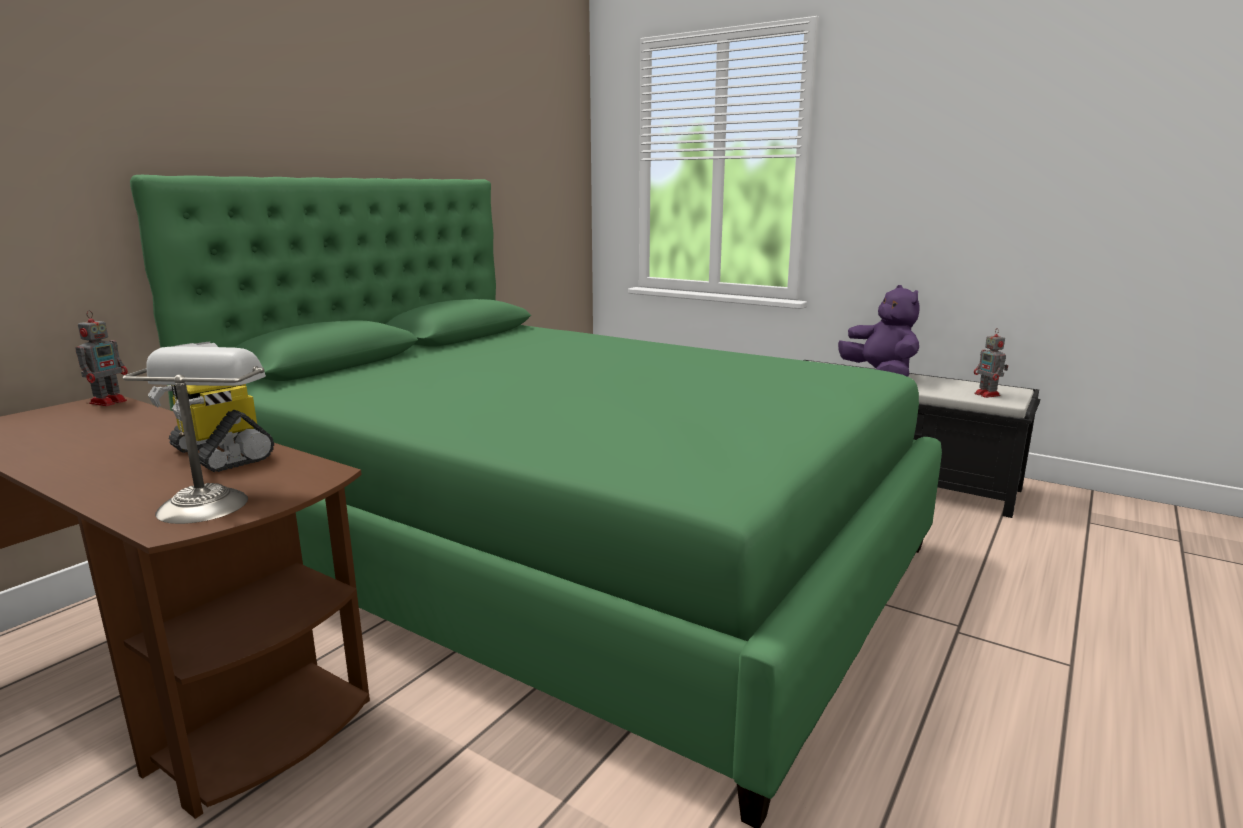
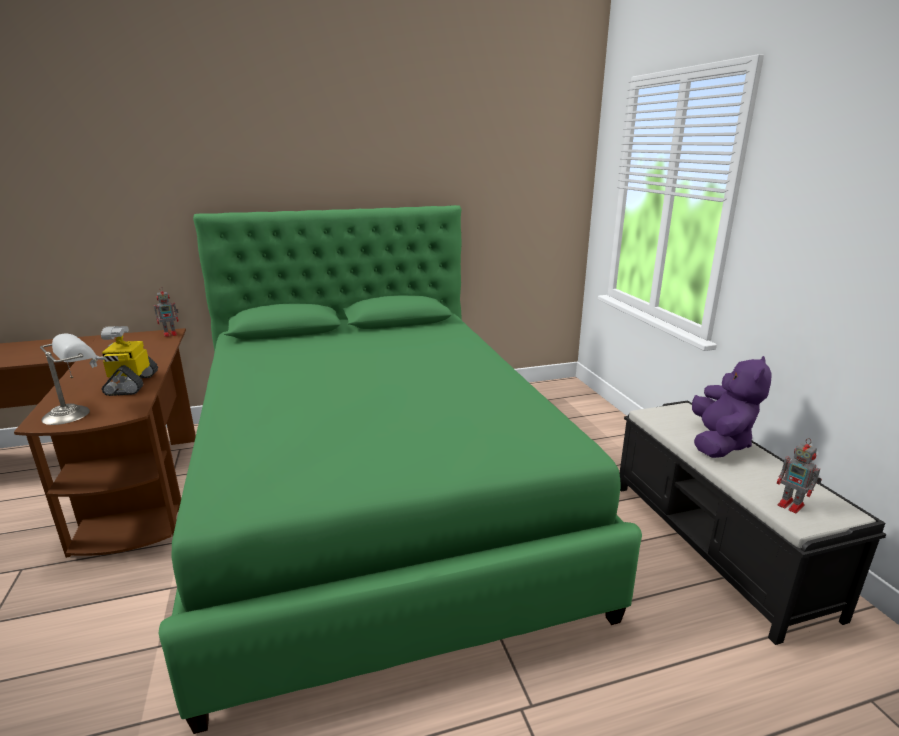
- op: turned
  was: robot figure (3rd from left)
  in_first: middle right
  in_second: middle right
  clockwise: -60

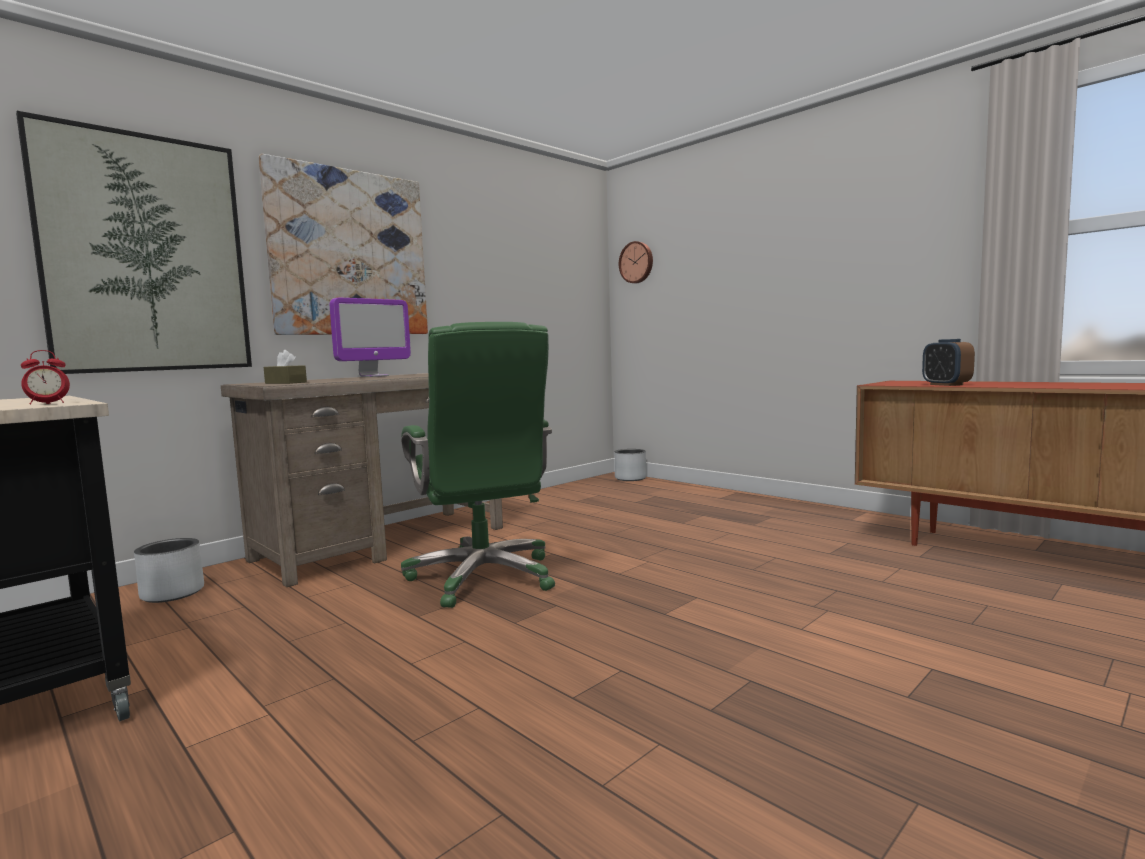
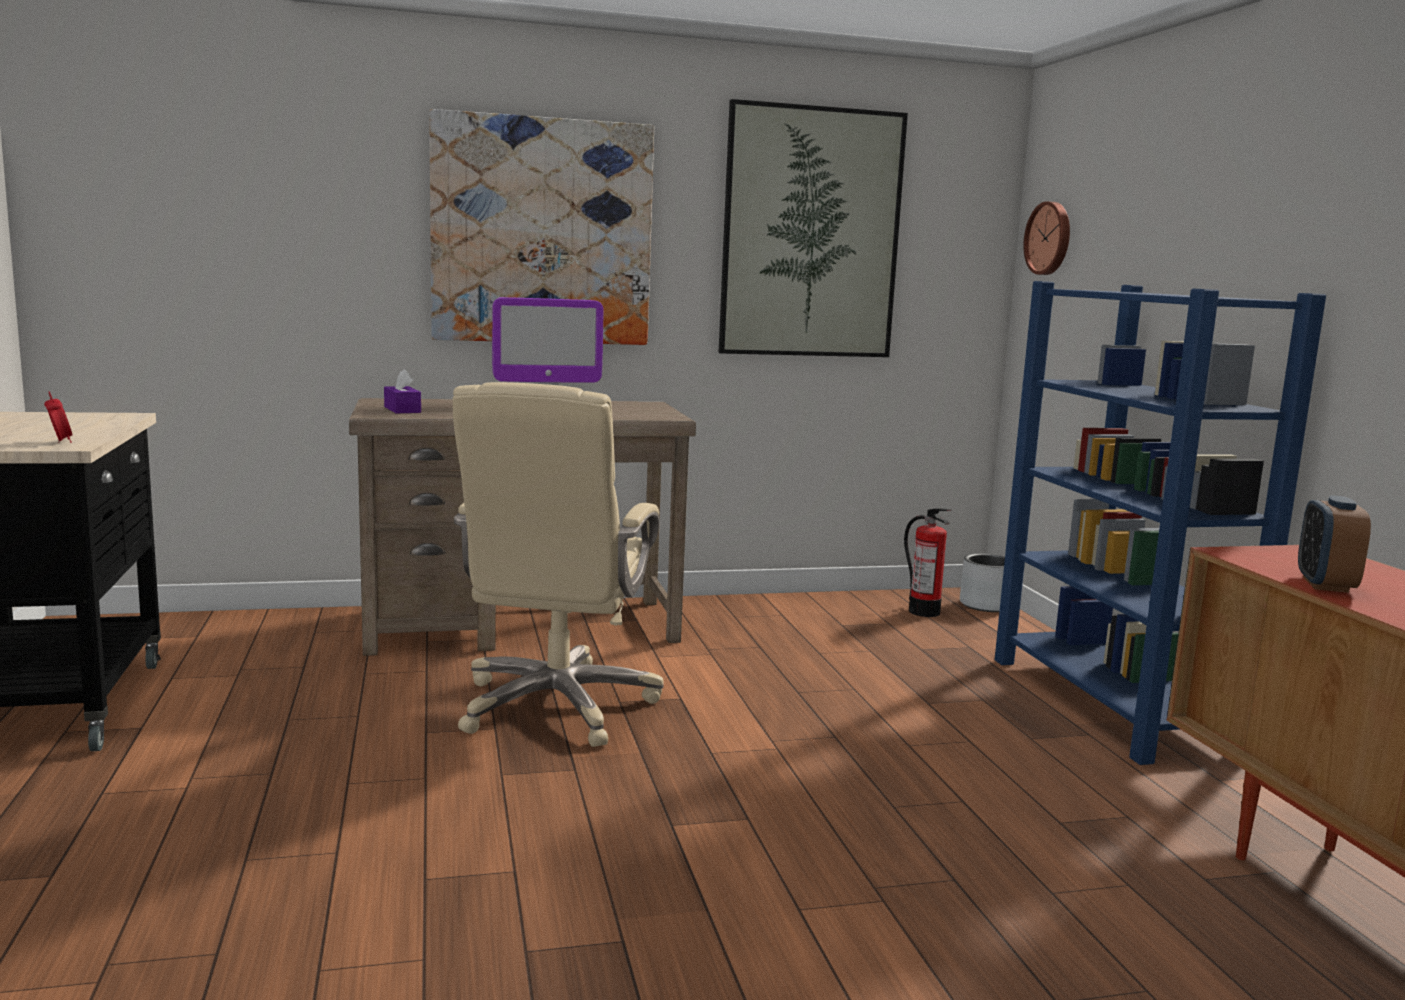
- op: removed
  was: plant pot (grey) (1st from left)
  in_first: middle left
- op: added
  now: fire-fighting cylinder
  in_second: centre
- op: added
  now: bookcase (blue-coloured)
  in_second: middle right
- op: moved
  was: wall picture (1st from left in the first image)
  now: wall picture (2nd from left)
  in_first: top left
  in_second: top centre
- op: recoloured
  was: box of tissues (brownish)
  now: box of tissues (purplish)
  in_first: middle left
  in_second: middle left
- op: recoloured
  was: computer chair (green)
  now: computer chair (sand-coloured)
  in_first: centre
  in_second: centre
- op: turned
  was: table clock (1st from left)
  in_first: middle left
  in_second: middle left
  clockwise: -120

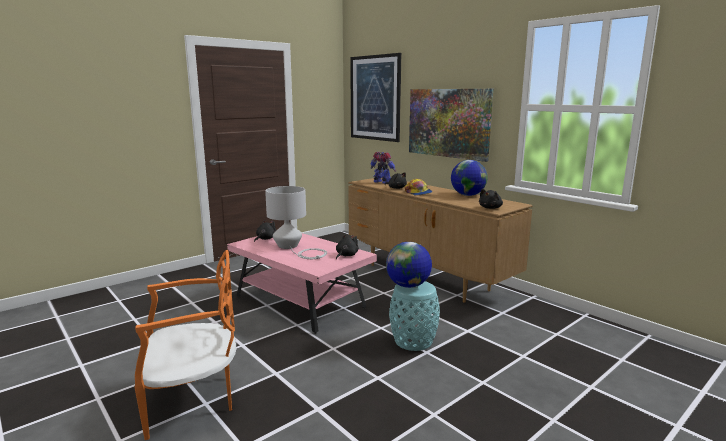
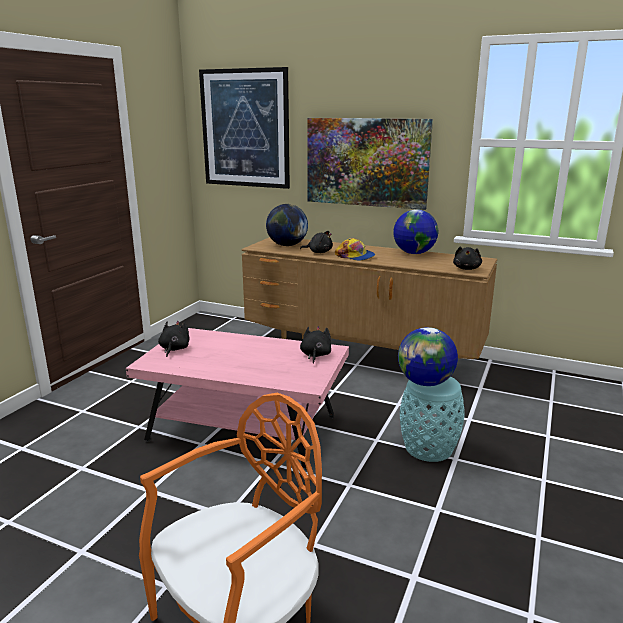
- op: removed
  was: lamp for a table (grey)
  in_first: centre
- op: replaced
  was: robot figure
  now: world globe (1st from left)
  in_first: centre
  in_second: centre

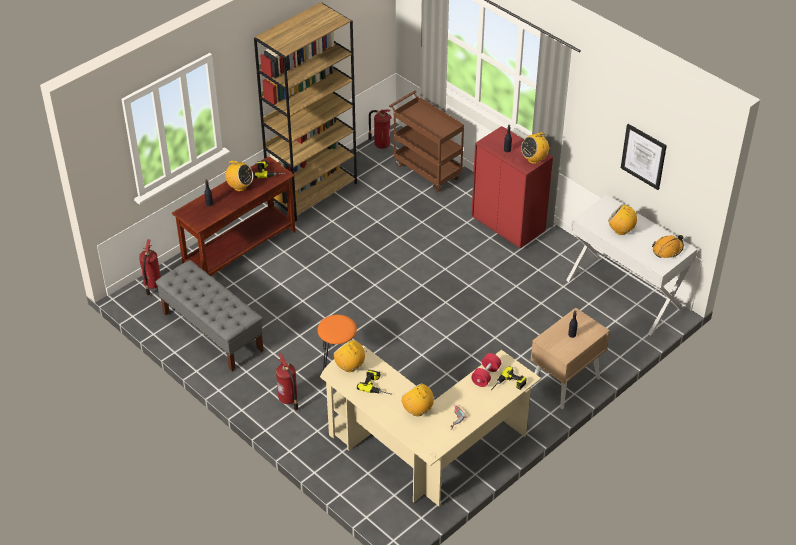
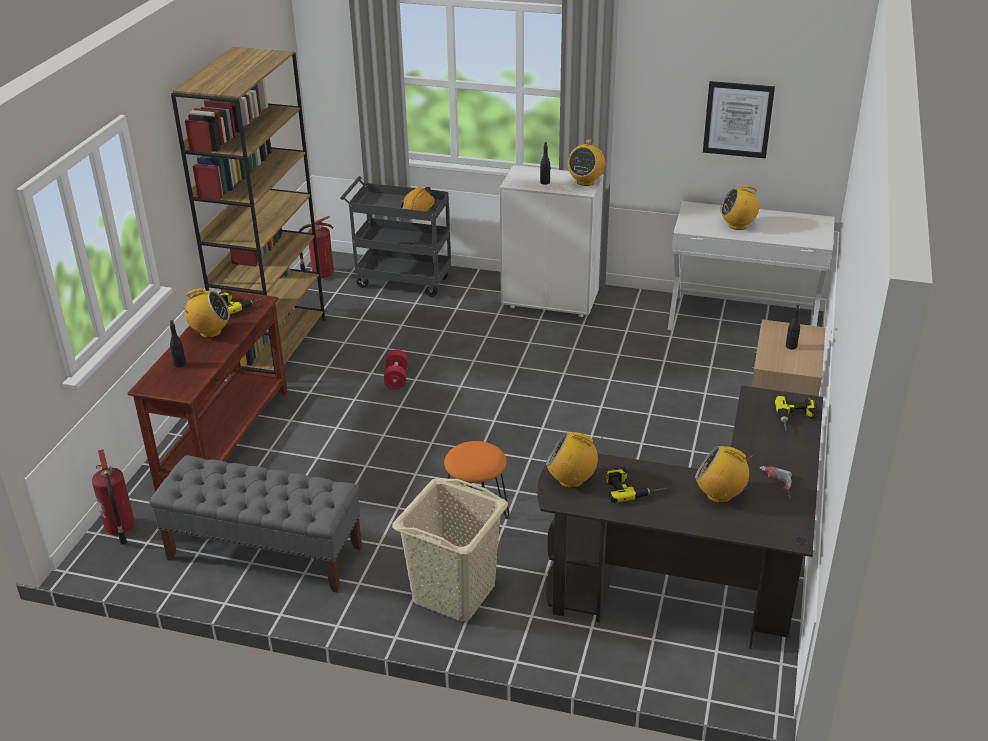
- op: moved
  was: dumbbell (reddish)
  in_first: bottom centre
  in_second: centre
- op: moved
  was: safety helmet (orange-coloured)
  in_first: middle right
  in_second: top centre
- op: replaced
  was: fire-fighting cylinder (2nd from left)
  now: laundry basket (sand-coloured)
  in_first: bottom centre
  in_second: bottom centre
- op: recoloured
  was: desk unit (sand-coloured)
  now: desk unit (black)
  in_first: bottom centre
  in_second: bottom right
- op: recoloured
  was: wheeled cart (brownish)
  now: wheeled cart (grey)
  in_first: top centre
  in_second: top centre
- op: recoloured
  was: cabinet (reddish)
  now: cabinet (white)
  in_first: centre
  in_second: top centre

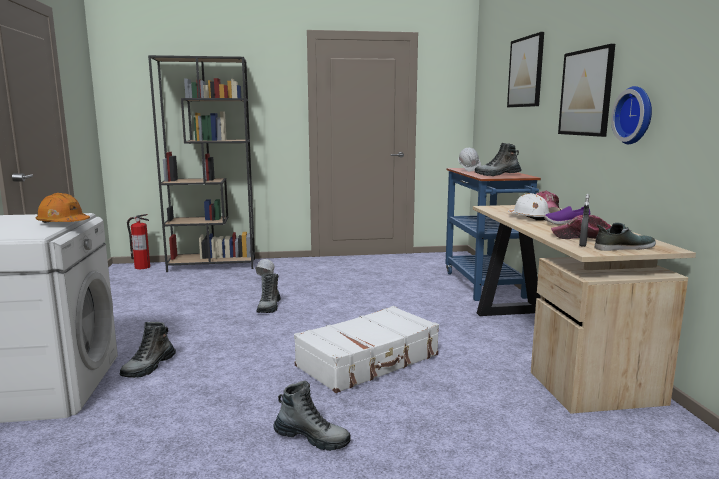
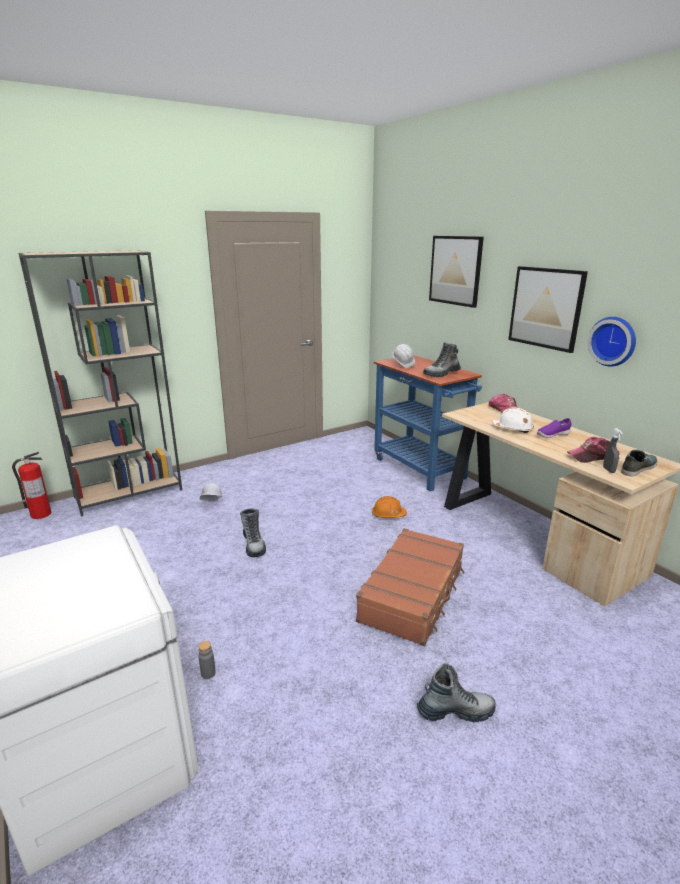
- op: moved
  was: safety helmet (orange-coloured)
  in_first: middle left
  in_second: centre
- op: replaced
  was: high-top boot (1st from left)
  now: beverage bottle (grey)
  in_first: bottom left
  in_second: bottom left
- op: recoloured
  was: travel case (white)
  now: travel case (brownish)
  in_first: bottom centre
  in_second: centre

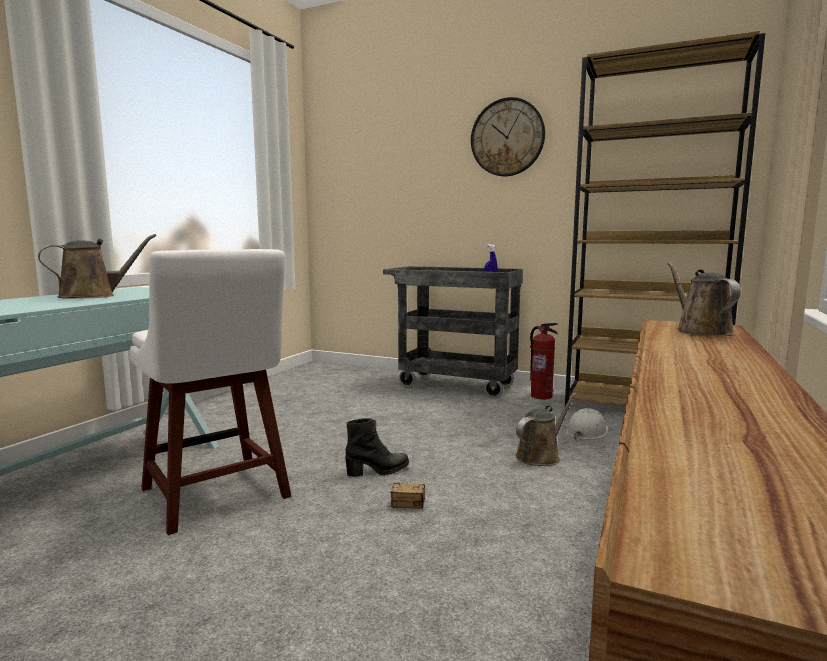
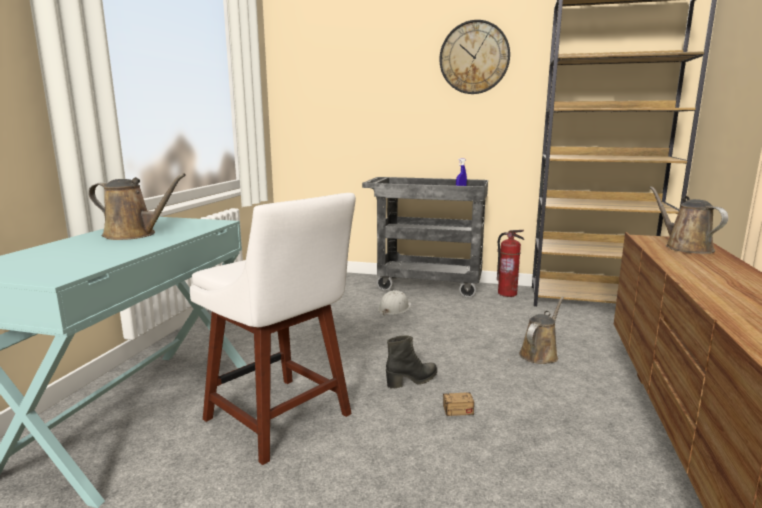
- op: moved
  was: safety helmet (white)
  in_first: middle right
  in_second: centre
- op: turned
  was: sprinkling can (brownish) (1st from left)
  in_first: middle left
  in_second: middle left
  clockwise: 60

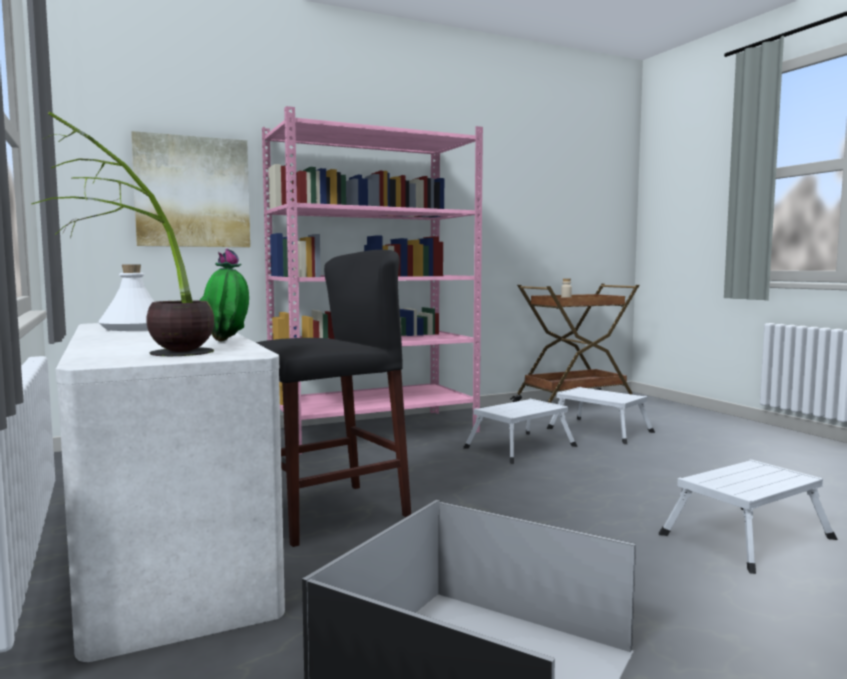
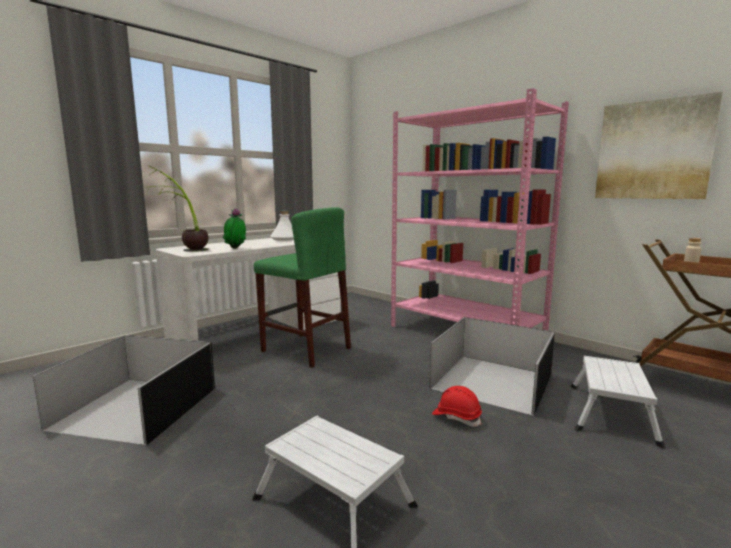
- op: added
  now: safety helmet (reddish)
  in_second: bottom centre
- op: moved
  was: wall picture
  in_first: top left
  in_second: top right
- op: replaced
  was: step stool (white) (1st from left)
  now: storage box (black) (2nd from left)
  in_first: centre
  in_second: bottom right
- op: recoloured
  was: stool (black)
  now: stool (green)
  in_first: centre
  in_second: centre

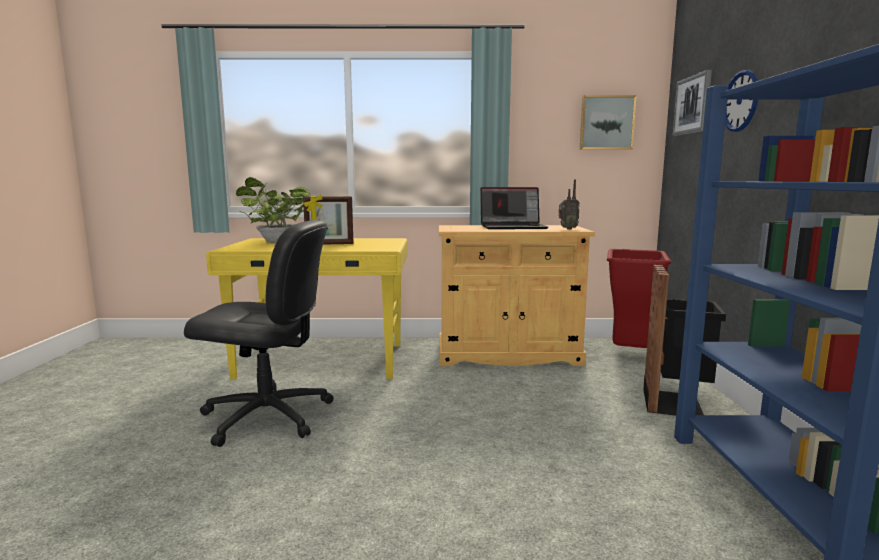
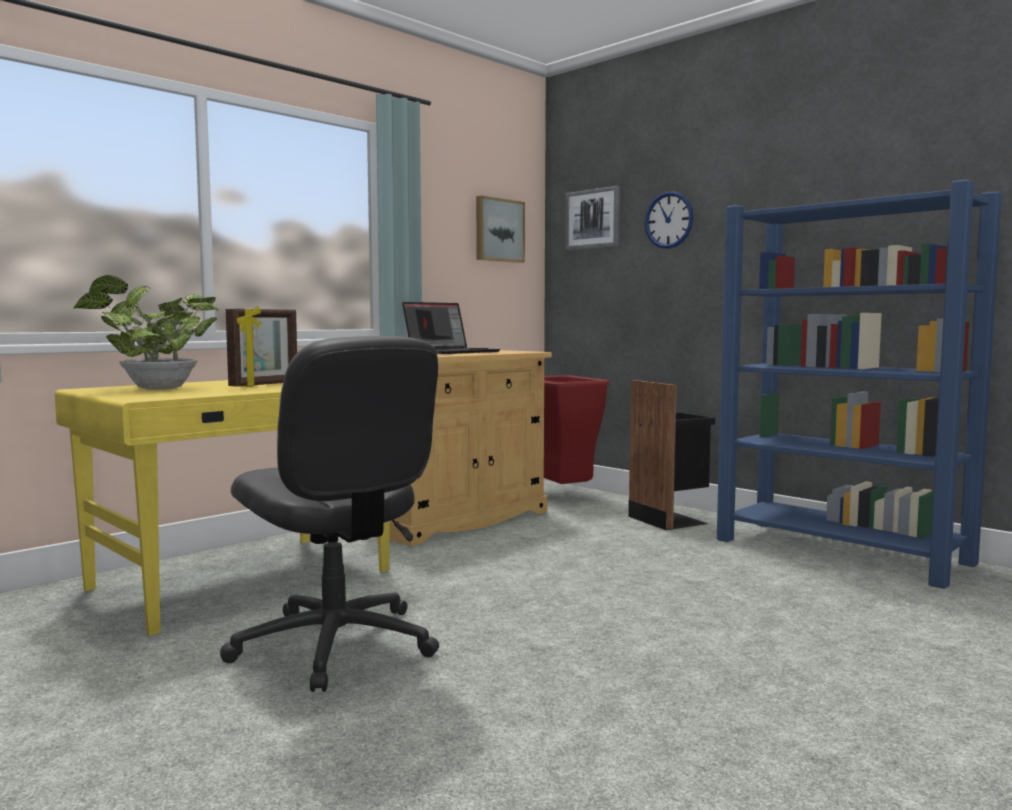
- op: removed
  was: radio receiver
  in_first: centre
- op: turned
  was: computer chair (black)
  in_first: middle left
  in_second: middle left
  clockwise: 90

